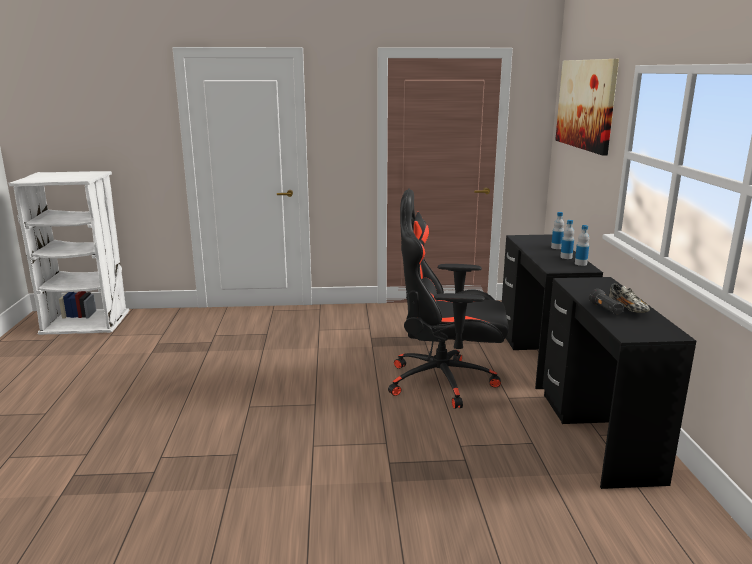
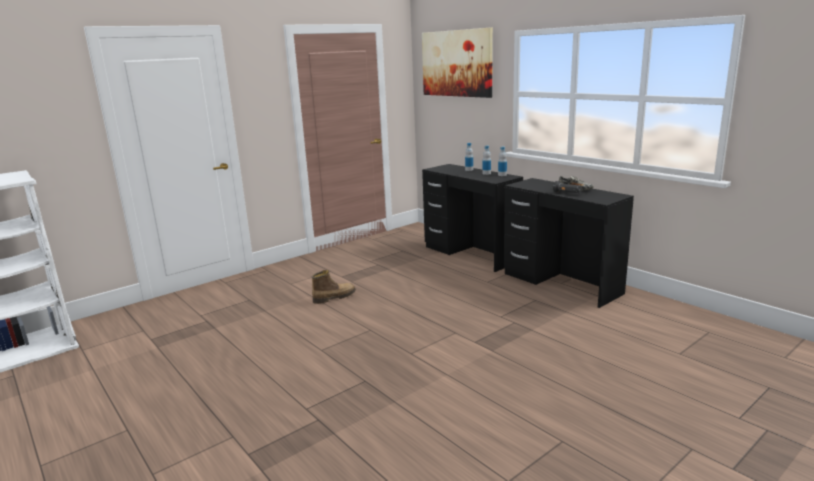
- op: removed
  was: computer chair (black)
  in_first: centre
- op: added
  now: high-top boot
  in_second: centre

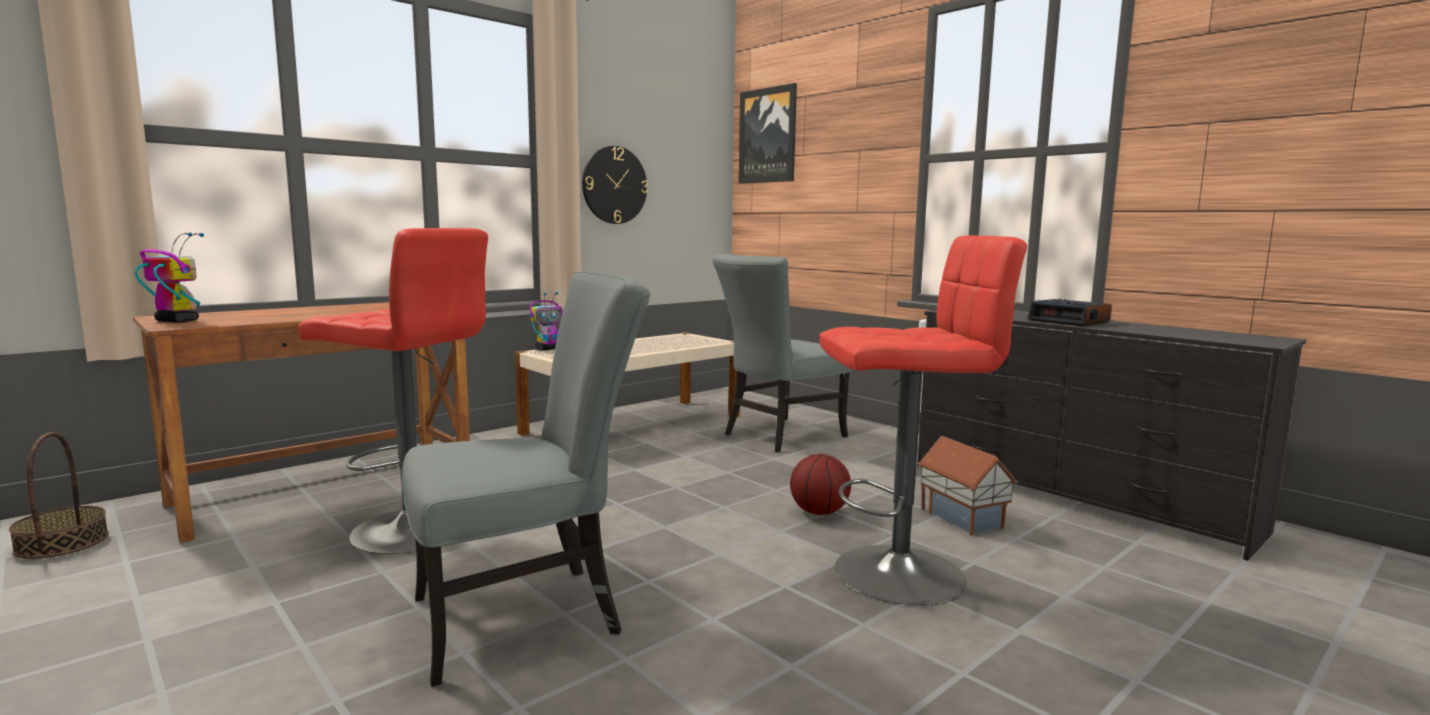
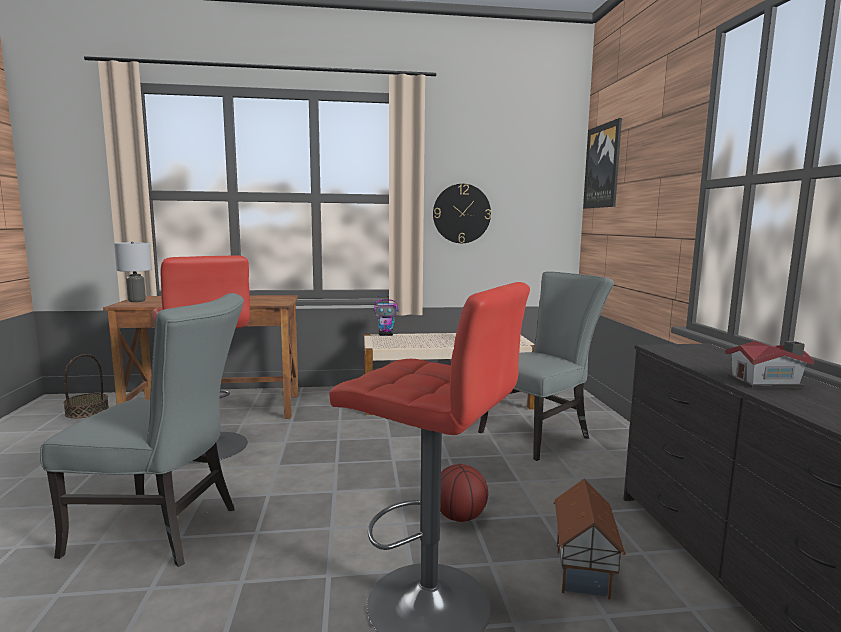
- op: replaced
  was: robot figure (1st from left)
  now: lamp for a table (white)
  in_first: middle left
  in_second: middle left
- op: replaced
  was: table clock
  now: toy house (2nd from left)
  in_first: middle right
  in_second: middle right
- op: turned
  was: plain chair (grey) (2nd from left)
  in_first: centre
  in_second: centre
  clockwise: 150

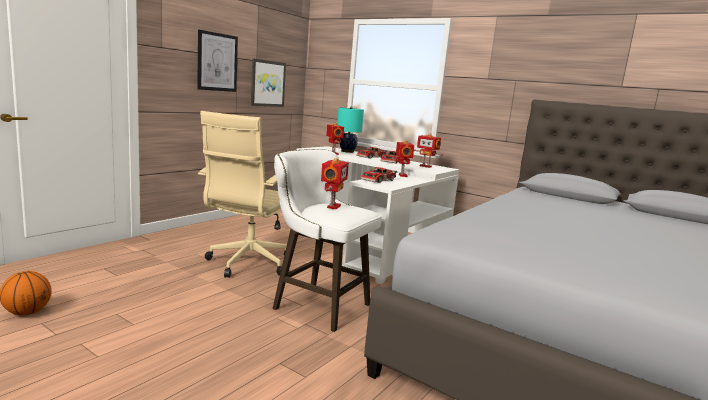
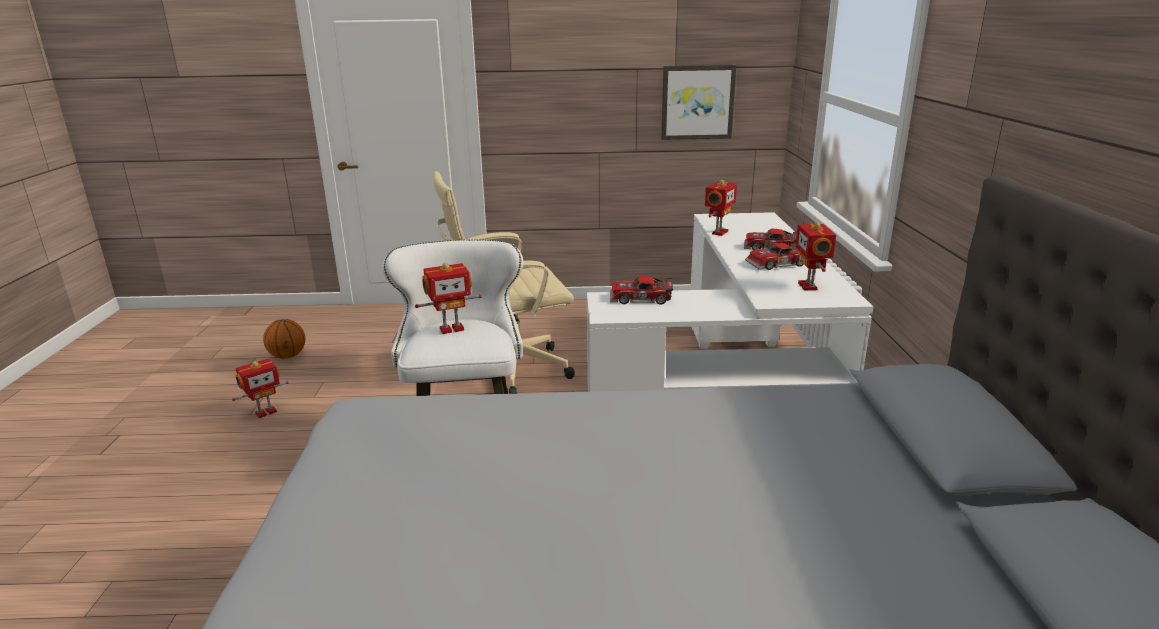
- op: removed
  was: wall picture (1st from left)
  in_first: top left
- op: removed
  was: lamp for a table (blue-green)
  in_first: top centre
- op: moved
  was: robot figure (3rd from left in the first image)
  now: robot figure (1st from left)
  in_first: centre
  in_second: middle left

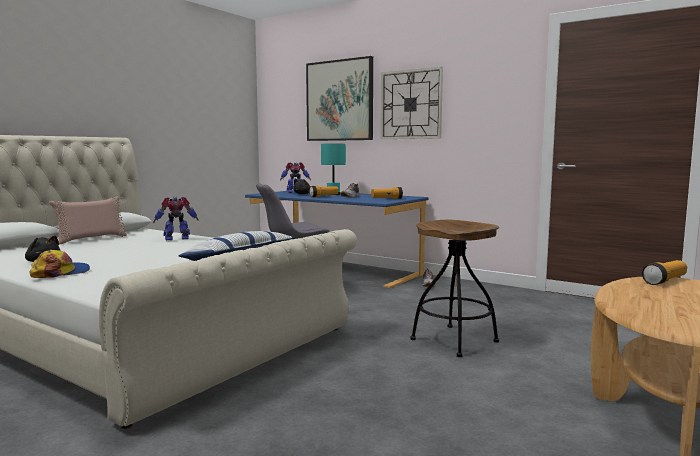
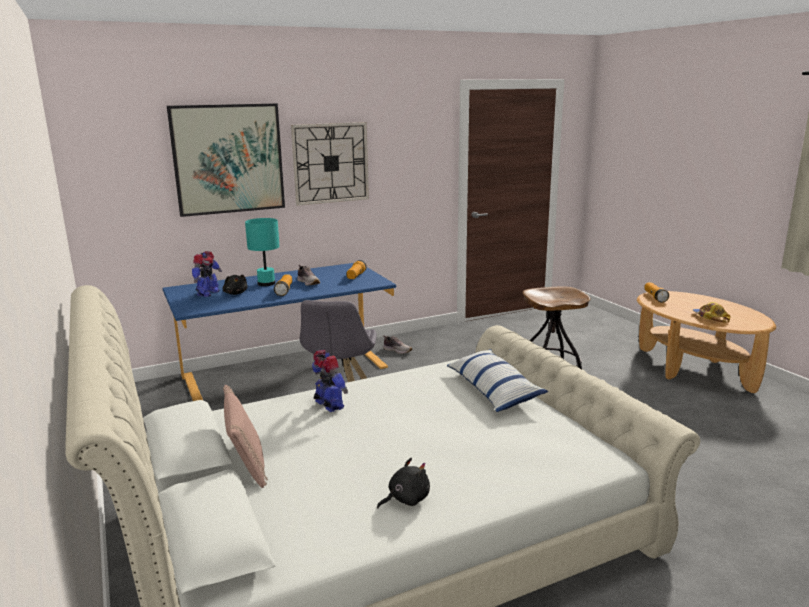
- op: moved
  was: cap
  in_first: middle left
  in_second: middle right
- op: turned
  was: robot figure (1st from left in the first image)
  in_first: middle left
  in_second: centre
  clockwise: 135

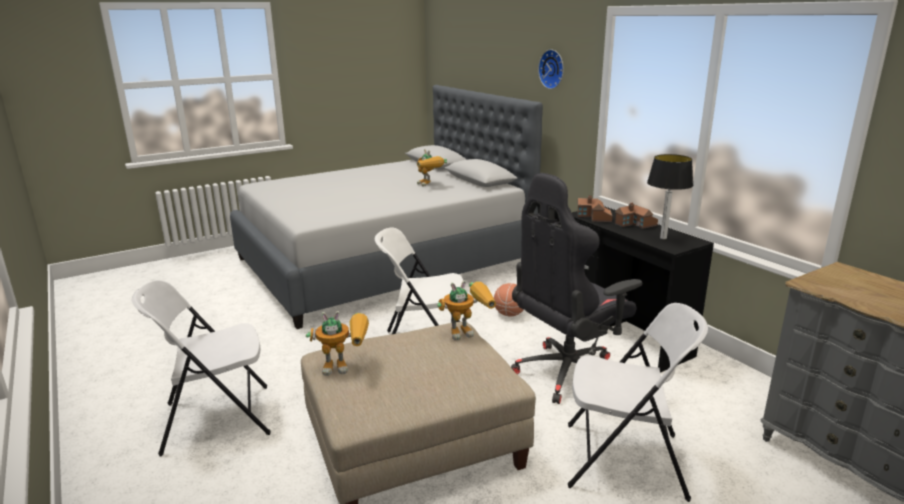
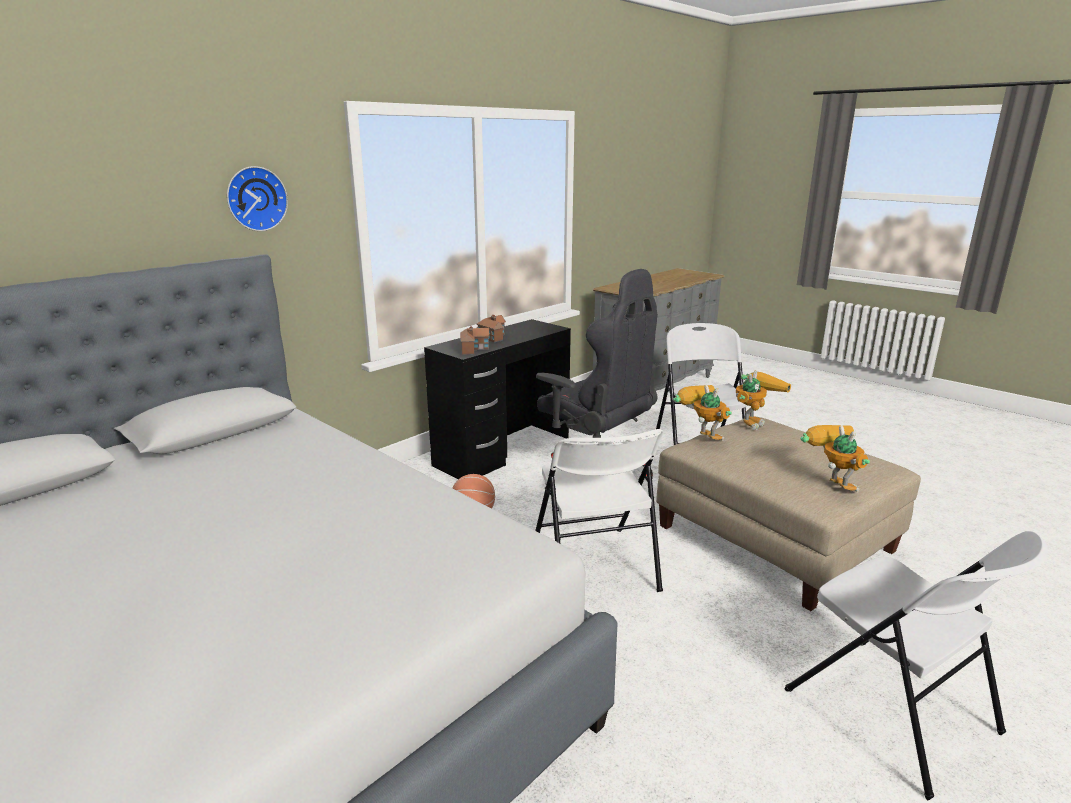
- op: removed
  was: lamp for a table
  in_first: middle right
- op: moved
  was: robot figure (2nd from left)
  in_first: centre
  in_second: middle right

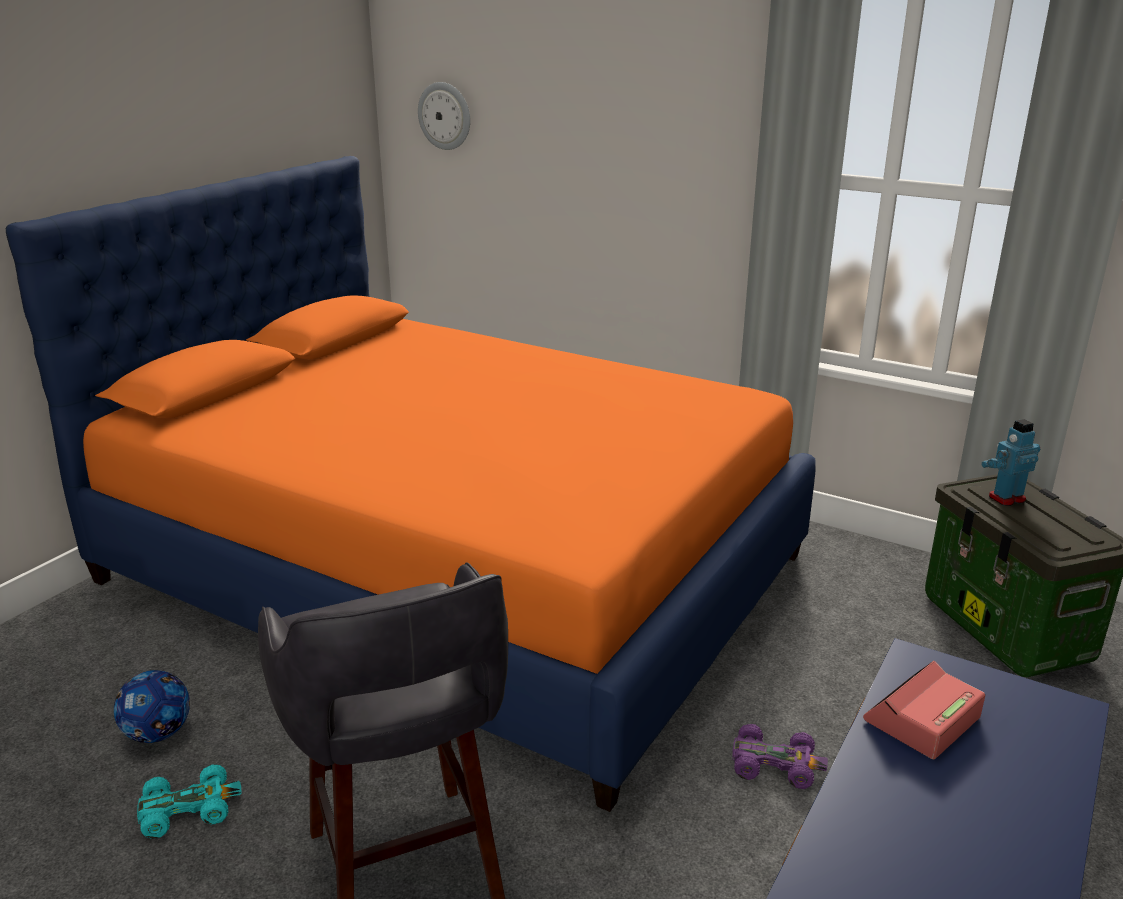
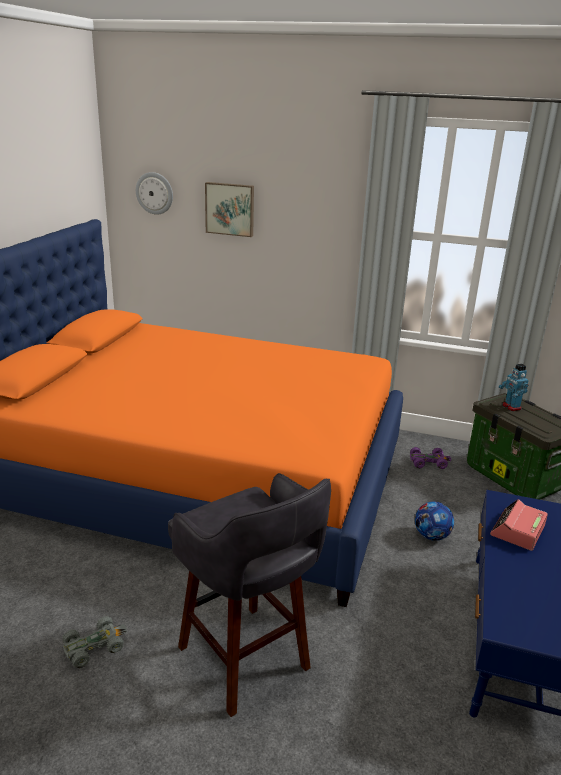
- op: added
  now: wall picture
  in_second: top centre
- op: moved
  was: football ball
  in_first: bottom left
  in_second: bottom right
- op: moved
  was: toy car (purplish)
  in_first: bottom right
  in_second: middle right
- op: recoloured
  was: toy car (blue-green)
  now: toy car (grey)
  in_first: bottom left
  in_second: bottom left
- op: turned
  was: robot figure
  in_first: middle right
  in_second: middle right
  clockwise: -75

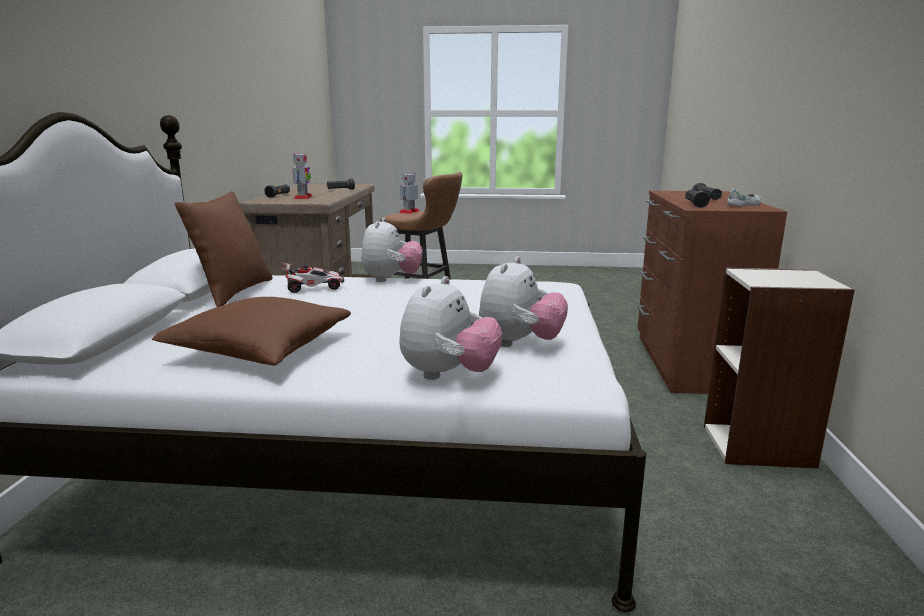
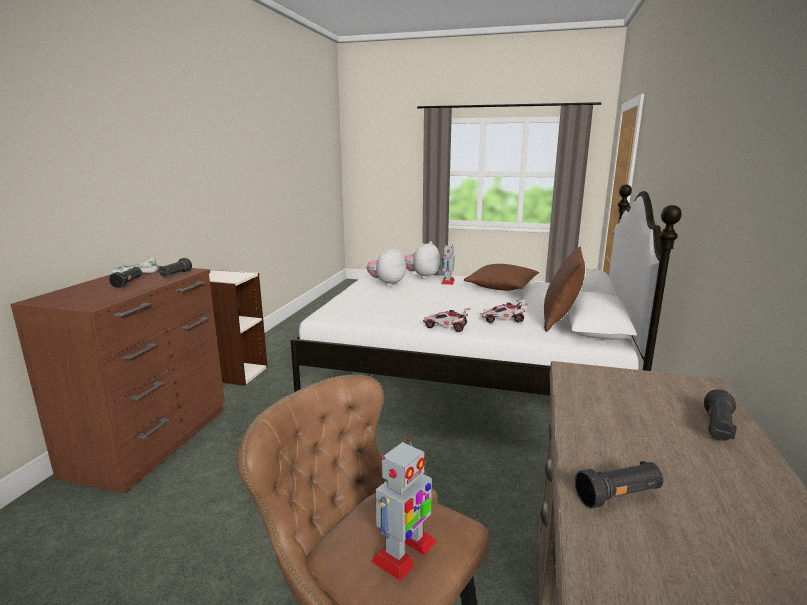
- op: moved
  was: robot figure (1st from left in the first image)
  now: robot figure (2nd from left)
  in_first: top left
  in_second: centre
- op: replaced
  was: plush toy (1st from left)
  now: toy car (1st from left)
  in_first: centre
  in_second: centre

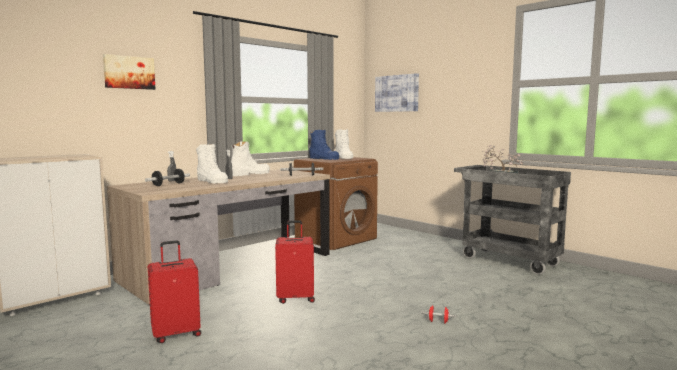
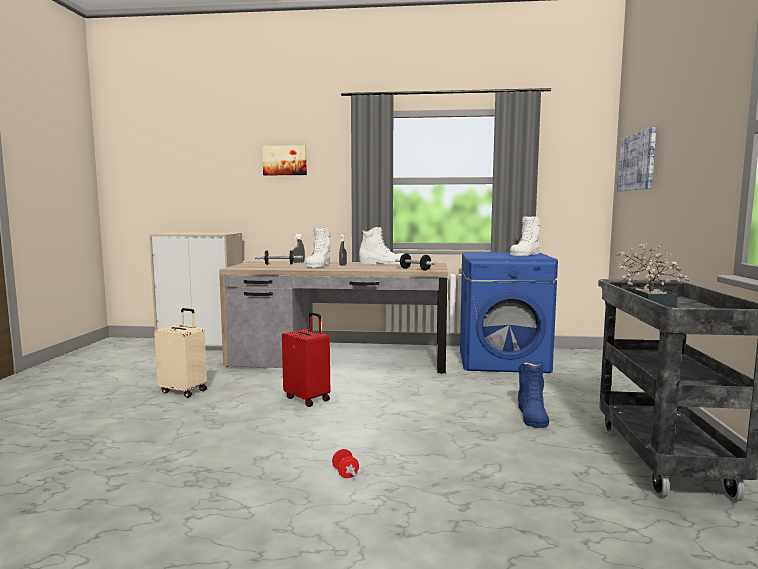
- op: moved
  was: high-top boot (blue-coloured)
  in_first: centre
  in_second: bottom right
- op: recoloured
  was: travel case (reddish) (1st from left)
  now: travel case (sand-coloured)
  in_first: bottom left
  in_second: middle left
- op: recoloured
  was: laundry machine (brownish)
  now: laundry machine (blue-coloured)
  in_first: centre
  in_second: middle right

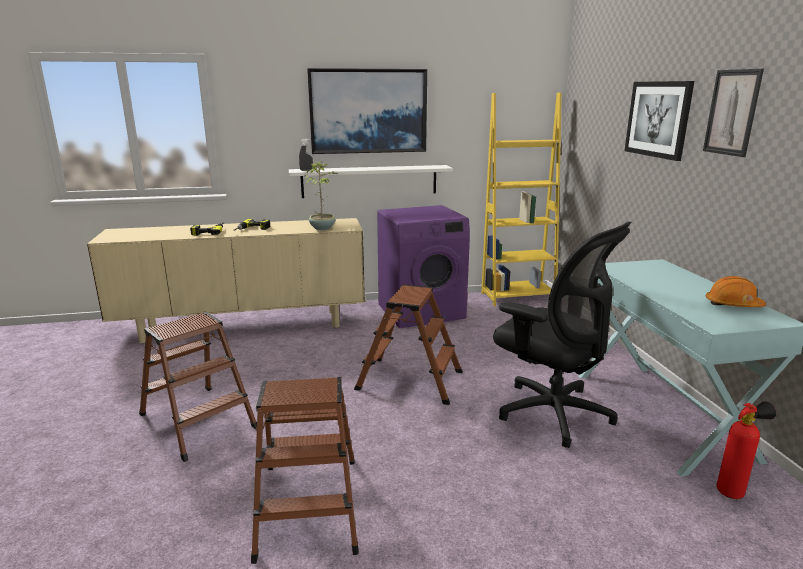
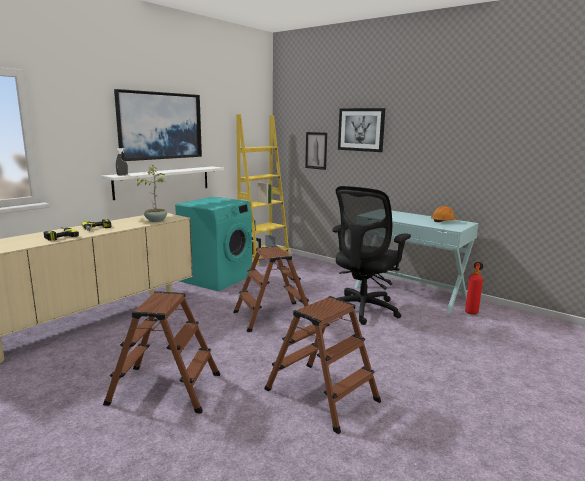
- op: moved
  was: wall picture (3rd from left in the first image)
  now: wall picture (2nd from left)
  in_first: top right
  in_second: top centre
- op: recoloured
  was: laundry machine (purplish)
  now: laundry machine (blue-green)
  in_first: centre
  in_second: centre
- op: turned
  was: computer chair (black)
  in_first: middle right
  in_second: centre
  clockwise: 120

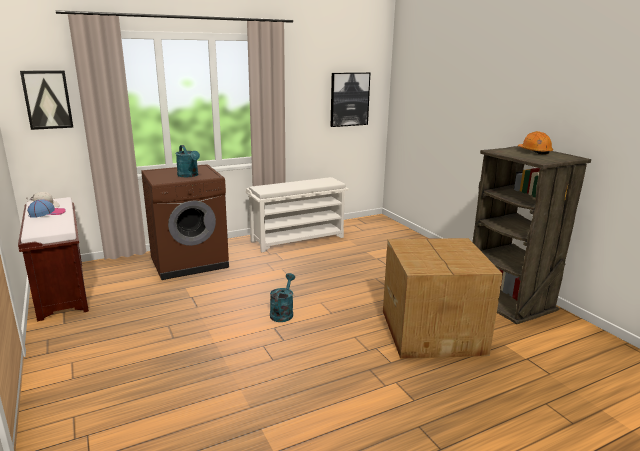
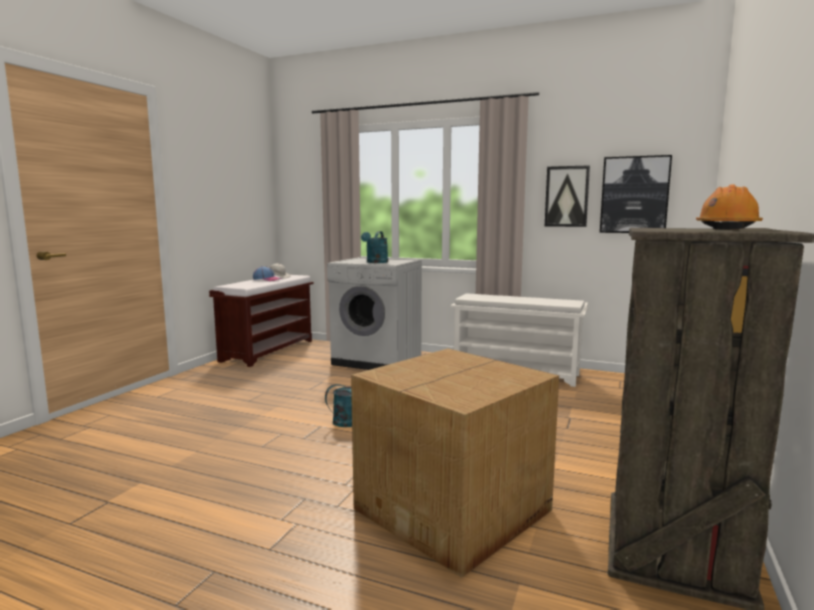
- op: moved
  was: wall picture (1st from left)
  in_first: top left
  in_second: top right
- op: recoloured
  was: laundry machine (brownish)
  now: laundry machine (white)
  in_first: middle left
  in_second: centre

